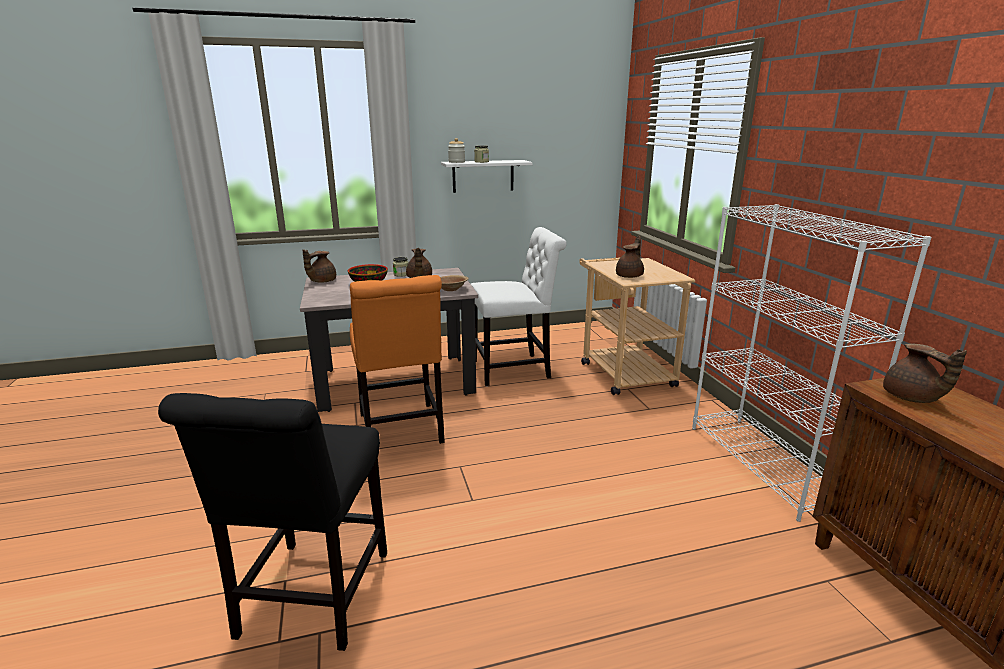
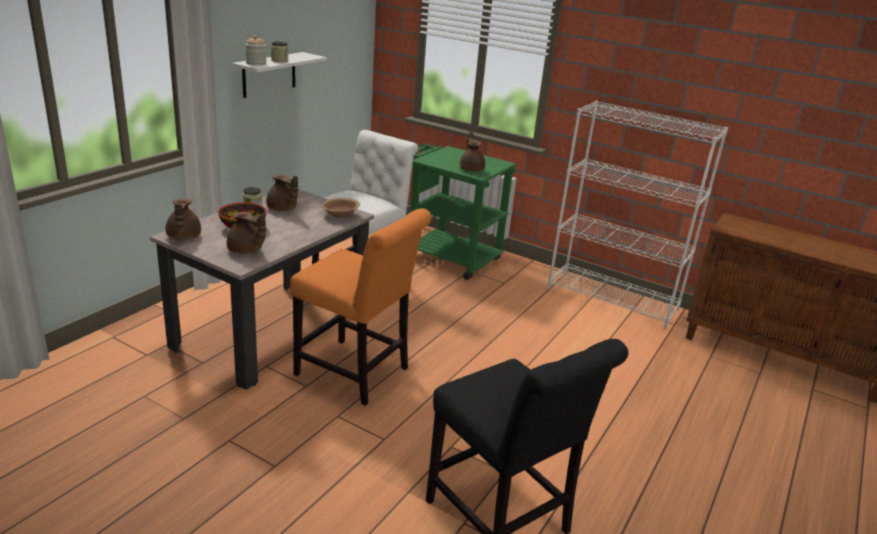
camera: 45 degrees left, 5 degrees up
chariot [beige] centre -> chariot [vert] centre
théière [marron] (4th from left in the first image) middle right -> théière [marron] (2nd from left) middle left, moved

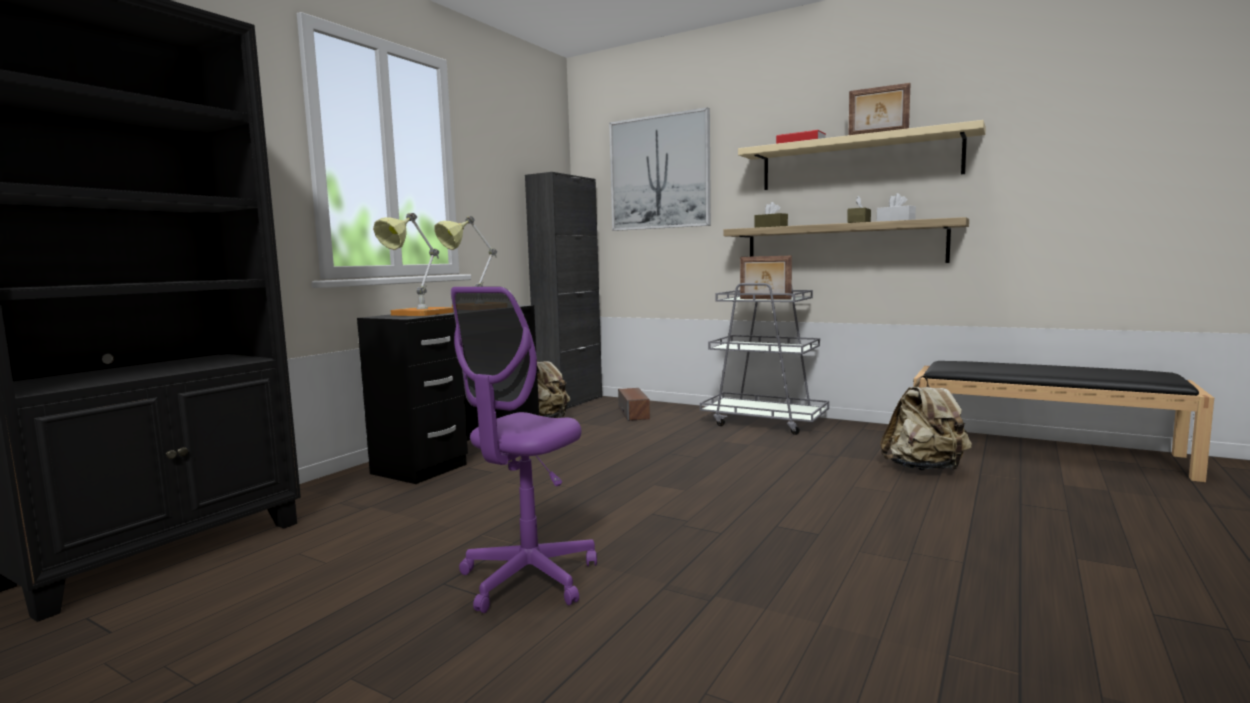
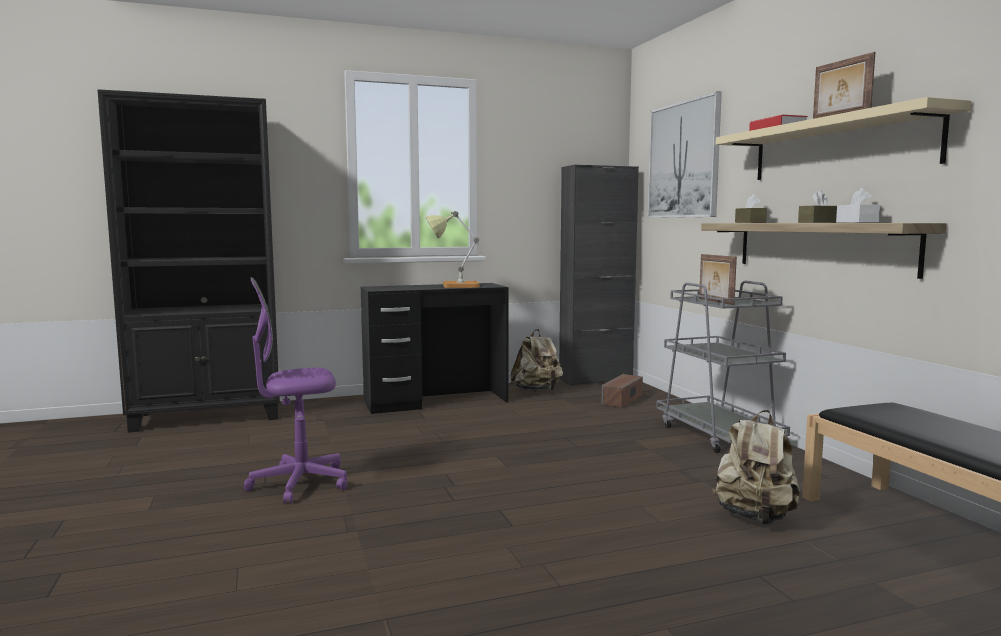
camera: 40 degrees right, 0 degrees up
lampe de table (1st from left) middle left -> none

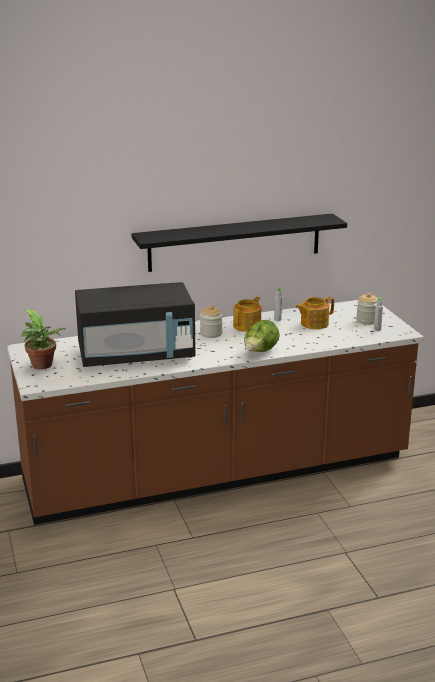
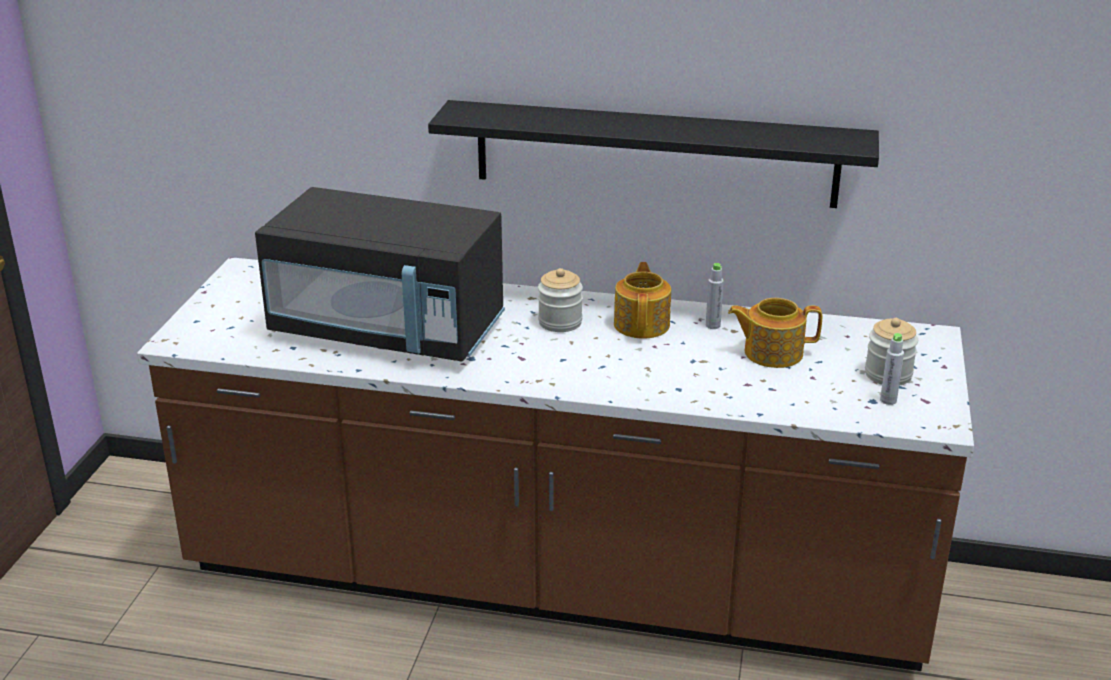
camera: 30 degrees right, 5 degrees up
plante en pot middle left -> none
théière (1st from left) centre, 60 degrees counterclockwise
laitue centre -> none

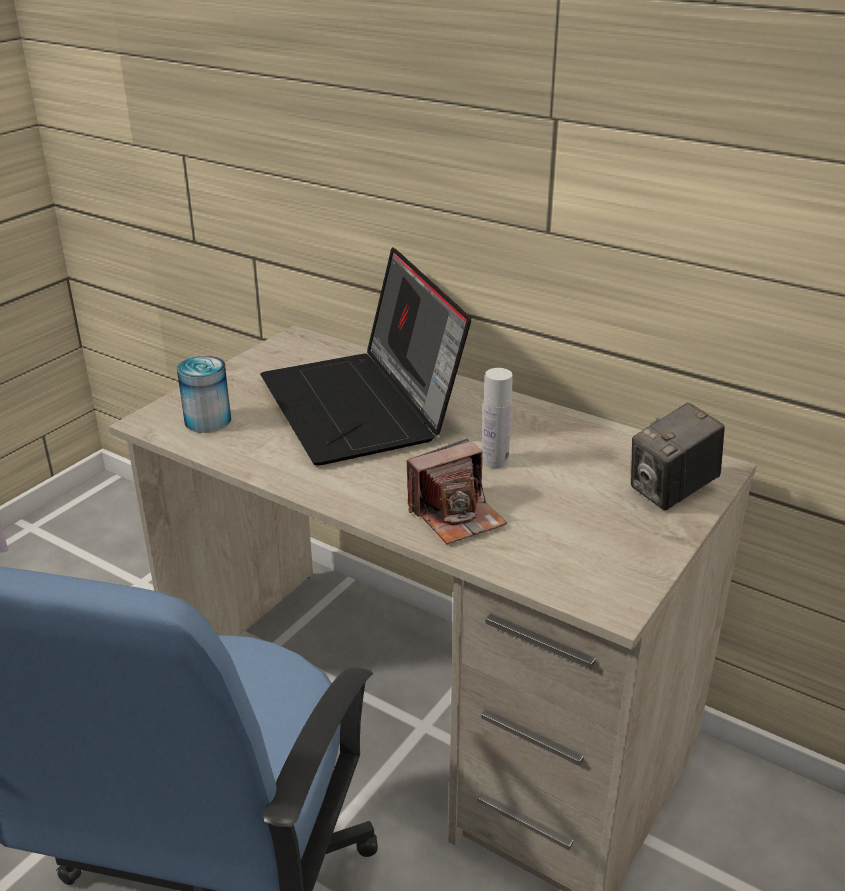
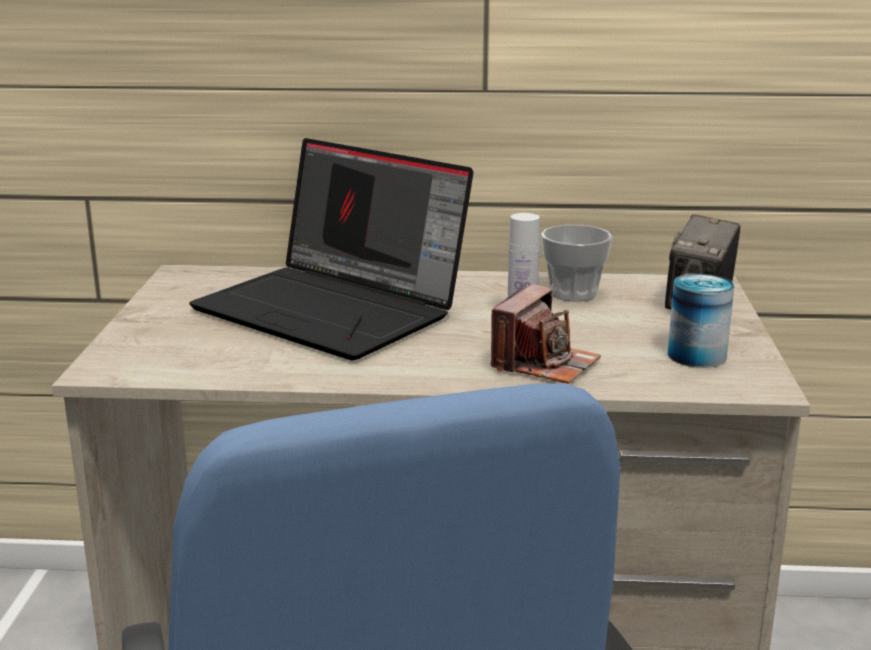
camera: 30 degrees left, 10 degrees down
boîte métallique middle left -> boîte métallique middle right, moved
none -> tasse centre

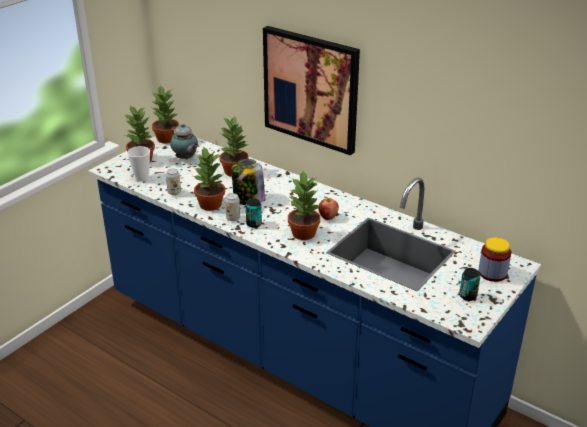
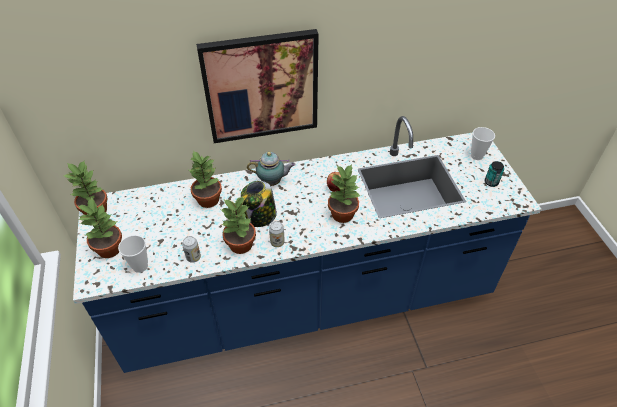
camera: 50 degrees left, 15 degrees up
théière top left -> théière centre, moved
boîte métallique (3rd from left) centre -> none
bocal (2nd from left) middle right -> tasse (2nd from left) middle right

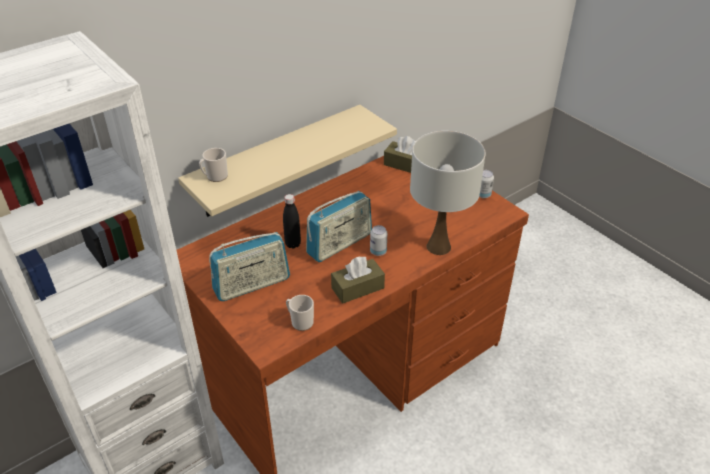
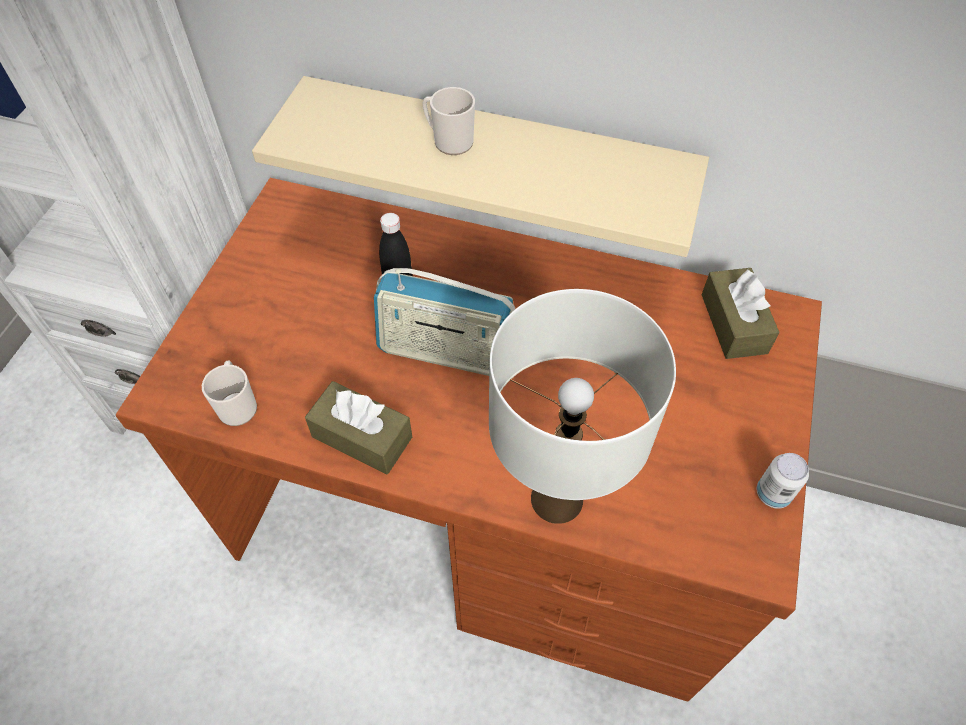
camera: 55 degrees right, 15 degrees up
mug (1st from left in the first image) middle left -> mug (2nd from left) top centre, moved
radio (1st from left) centre -> none
boîte métallique (1st from left) centre -> none

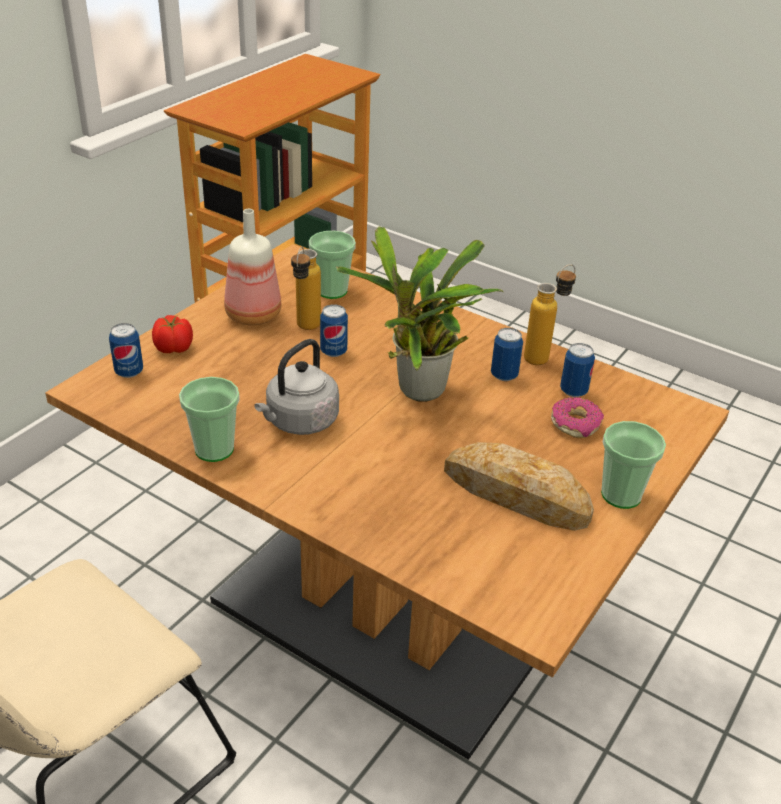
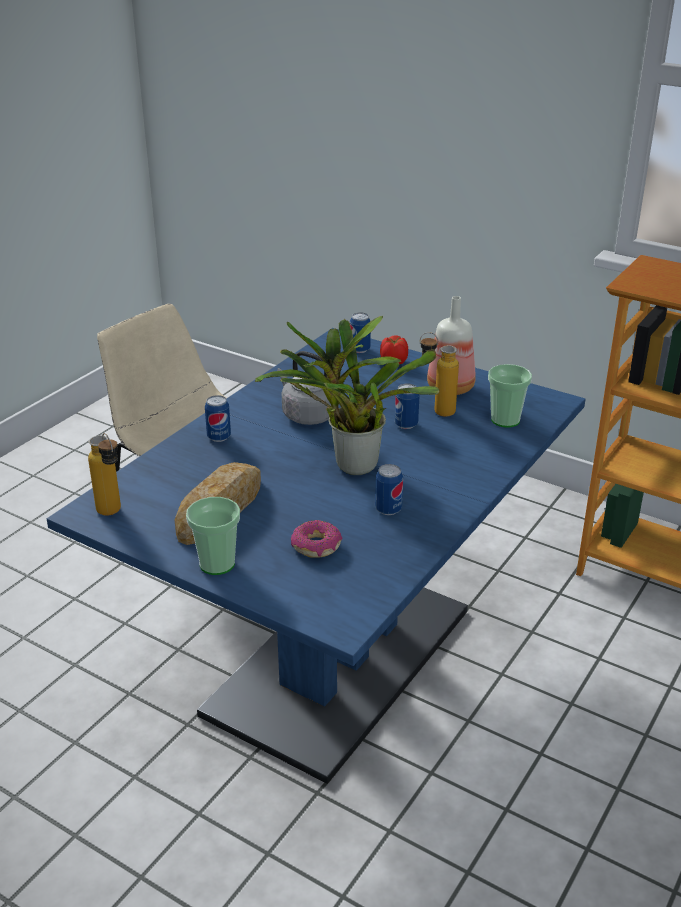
camera: 90 degrees right, 5 degrees down
table à manger [marron] centre -> table à manger [bleu] centre
tasse (1st from left) middle left -> none
bouteille (3rd from left in the first image) middle right -> bouteille (1st from left) middle left, moved
boîte métallique (4th from left in the first image) middle right -> boîte métallique (1st from left) middle left, moved

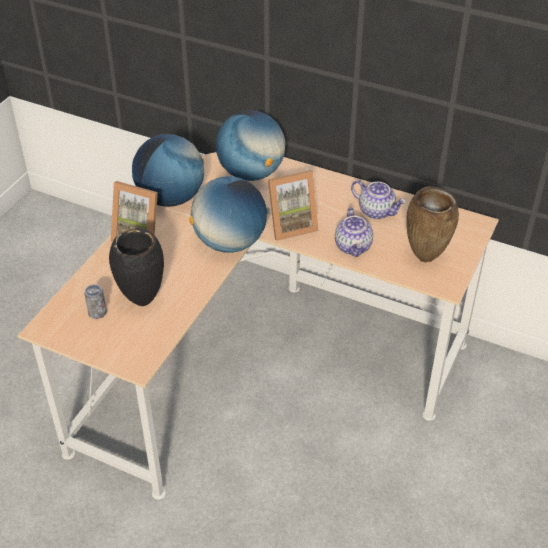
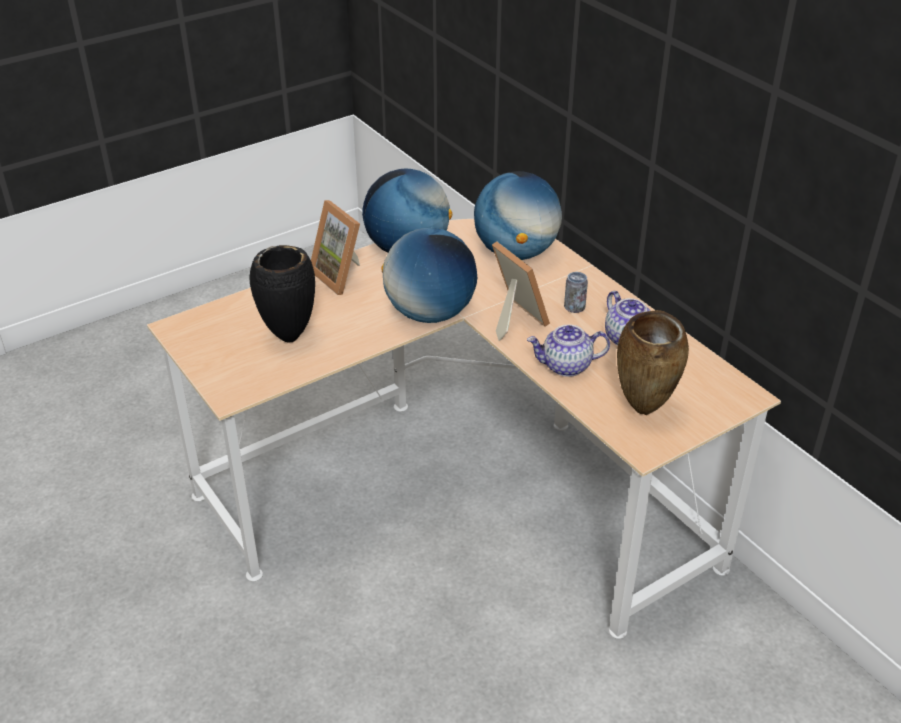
camera: 30 degrees right, 5 degrees down
boîte métallique middle left -> boîte métallique centre, moved
cadre photo (2nd from left) centre, 135 degrees counterclockwise
théière (1st from left) centre, 60 degrees clockwise

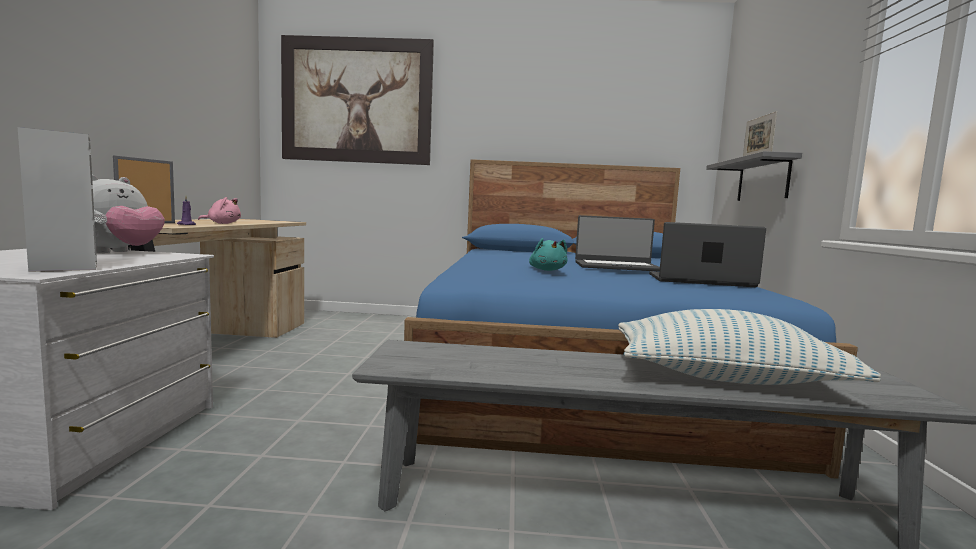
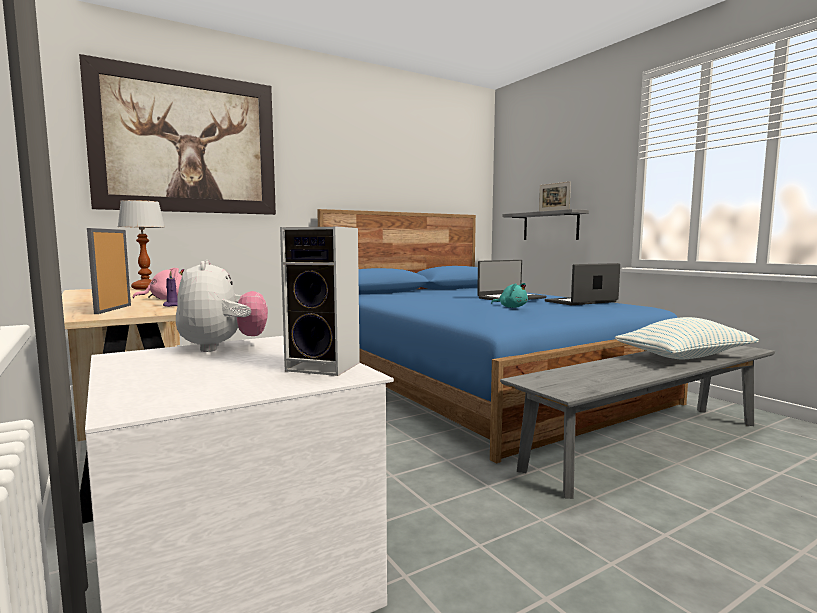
camera: 35 degrees left, 0 degrees up
none -> lampe de table middle left

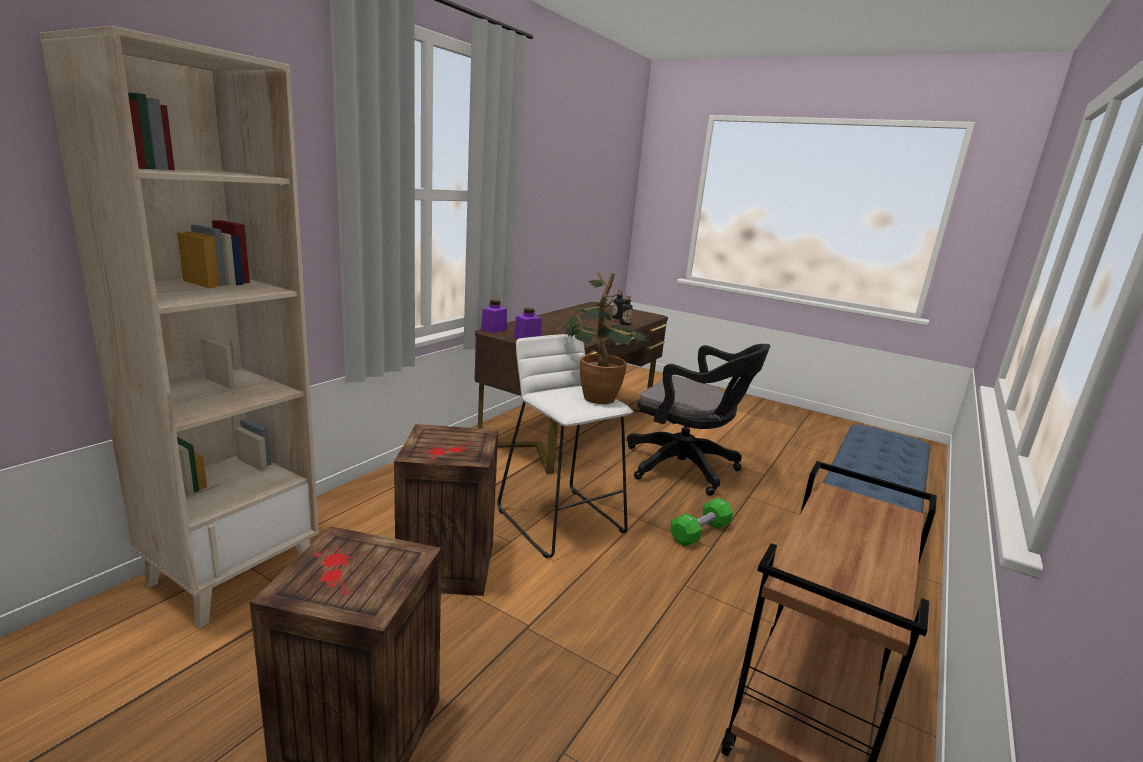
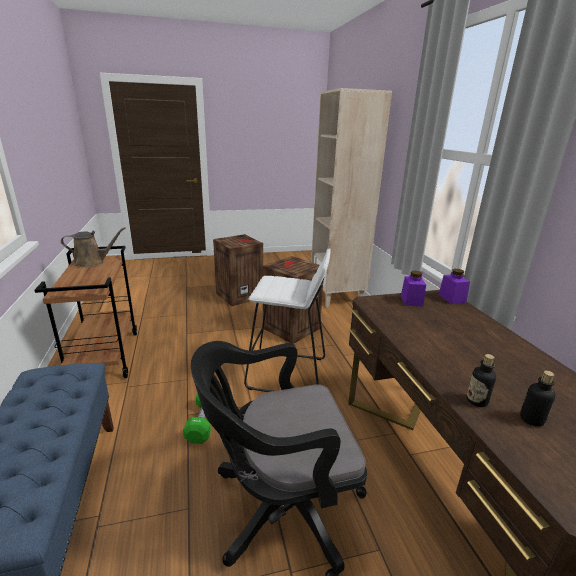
camera: 135 degrees right, 5 degrees up
plante en pot centre -> none
none -> arrosoir [marron] middle left

